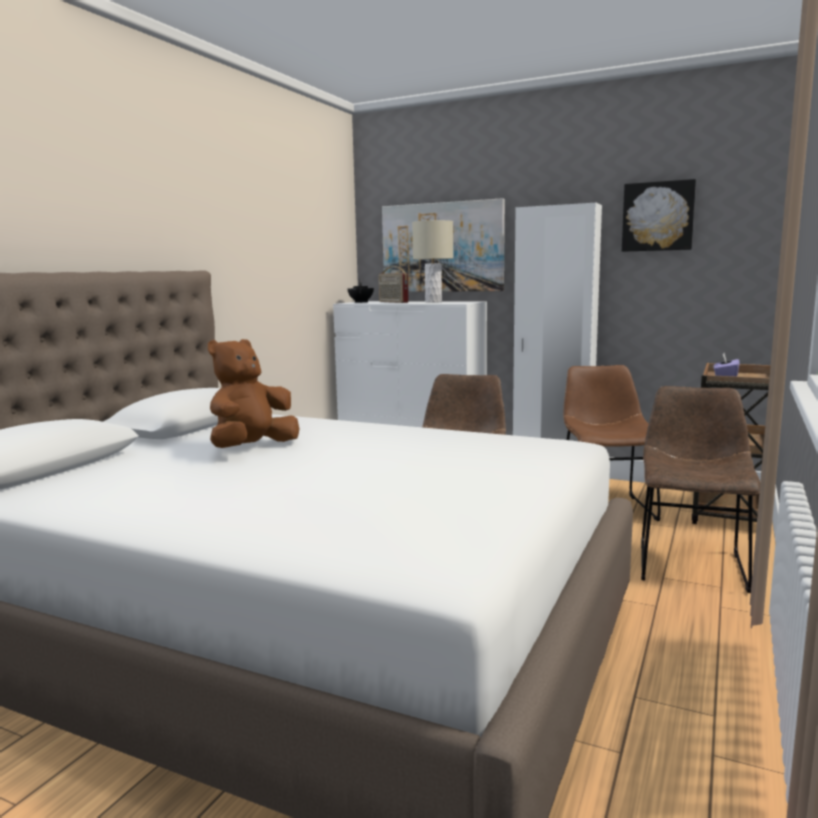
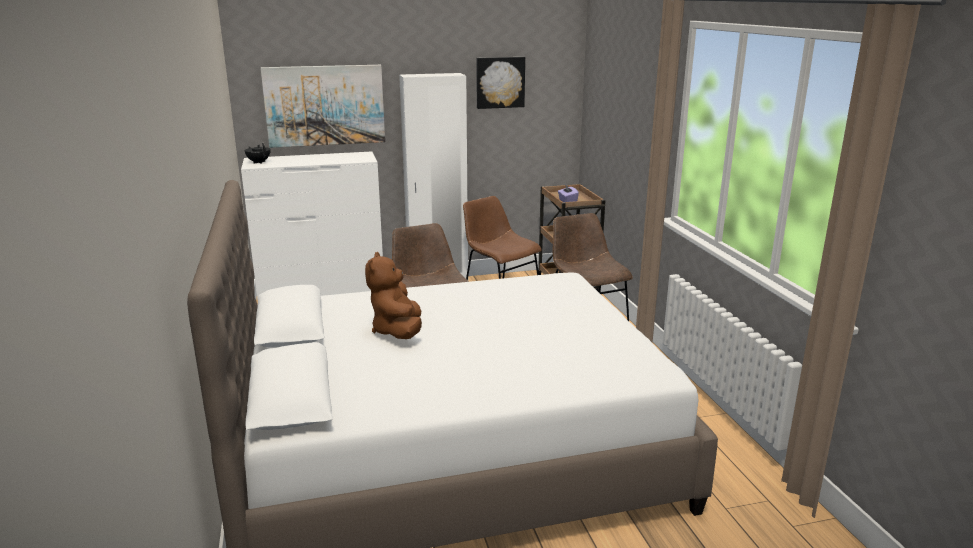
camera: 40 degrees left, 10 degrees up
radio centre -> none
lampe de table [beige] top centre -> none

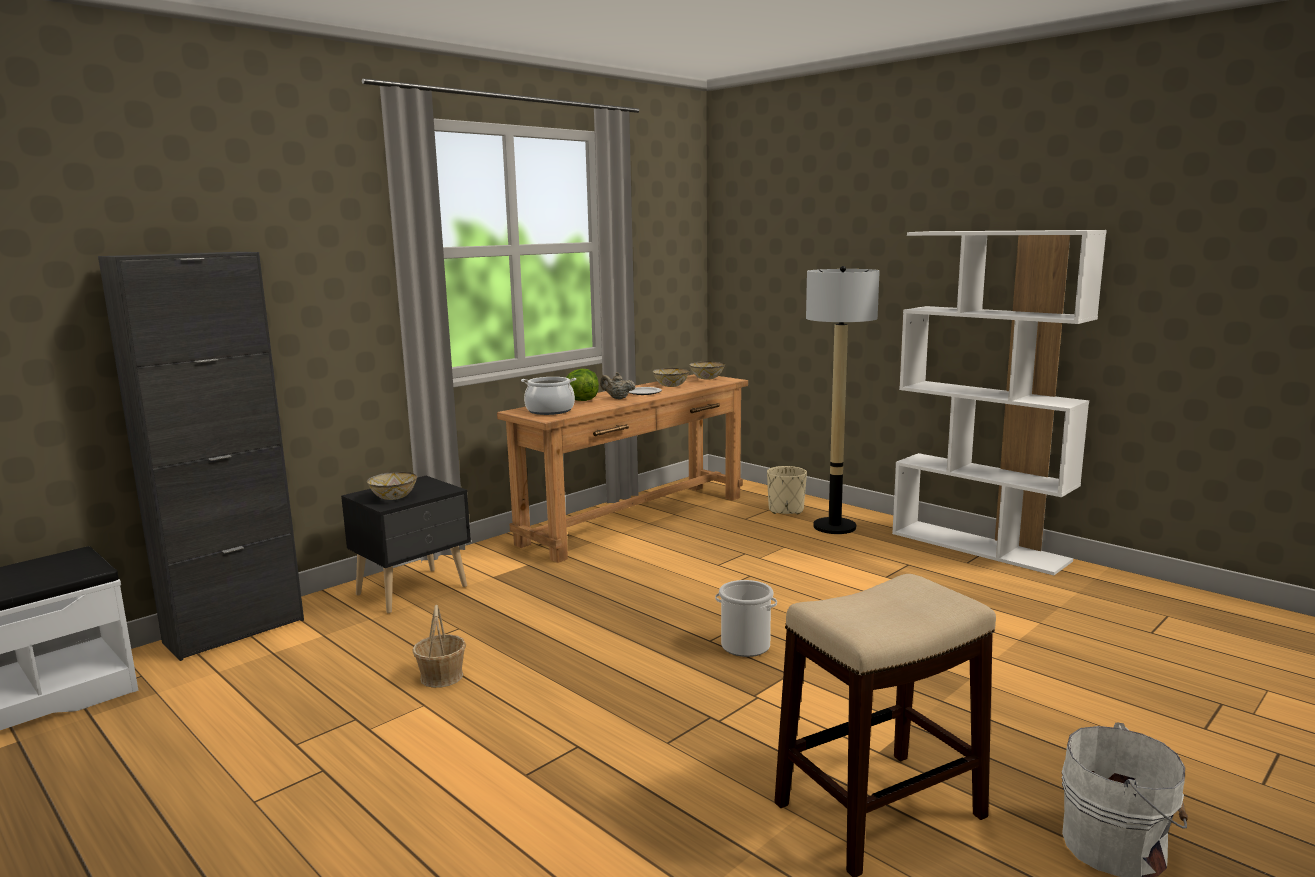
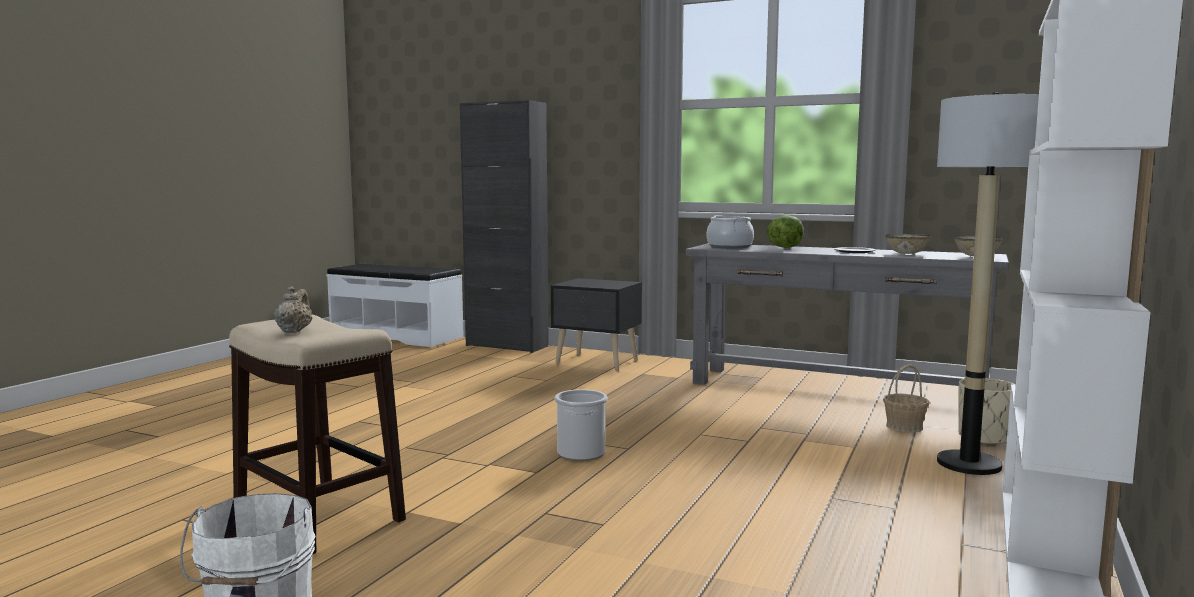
camera: 70 degrees right, 5 degrees down
bol (1st from left) middle left -> none
panier bottom centre -> panier bottom right, moved
table console [marron] centre -> table console [gris] middle right
théière [beige] centre -> théière [beige] middle left, moved

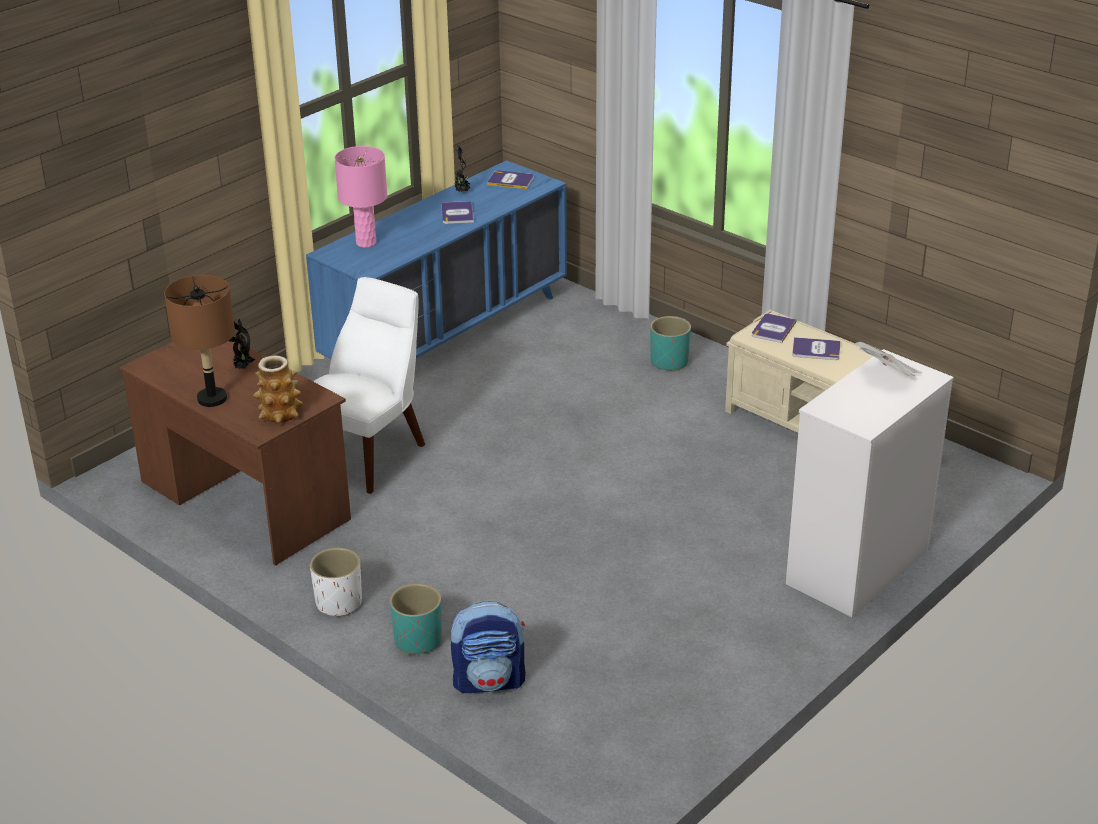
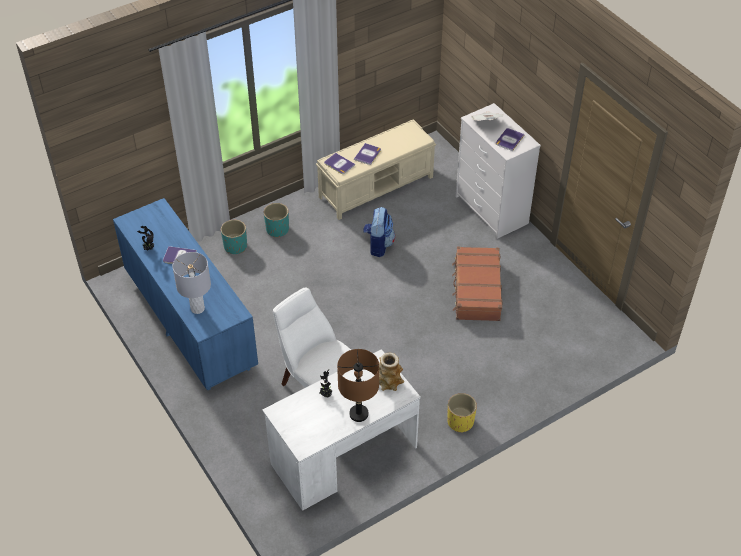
camera: 75 degrees left, 15 degrees up
bureau [marron] middle left -> bureau [blanc] bottom centre
cache-pot [blanc] bottom left -> cache-pot [jaune] bottom centre
lampe de table [rose] top left -> lampe de table [gris] middle left
cache-pot [turquoise] (1st from left) bottom centre -> cache-pot [turquoise] (1st from left) middle left, moved
sac à dos bottom centre -> sac à dos centre, moved
livre (2nd from left in the first image) top centre -> livre (4th from left) top right, moved
none -> valise [marron] centre

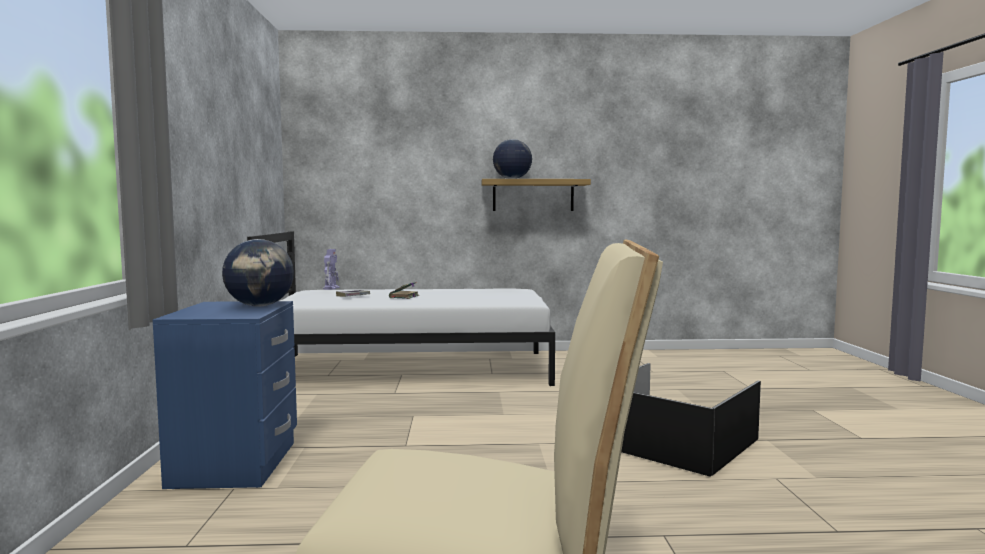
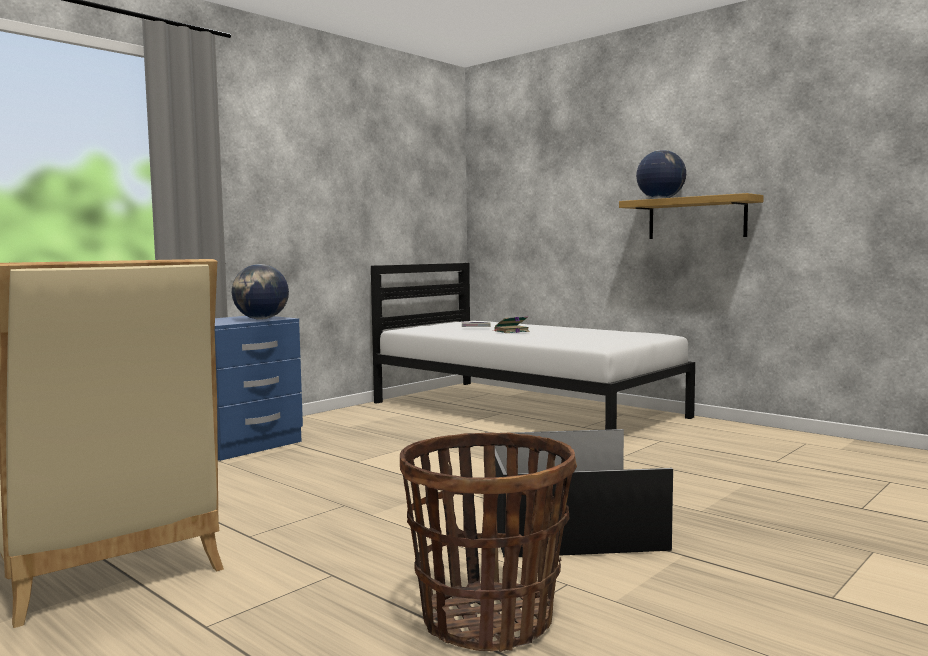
camera: 45 degrees right, 0 degrees up
robot jouet centre -> none
none -> panier bottom centre

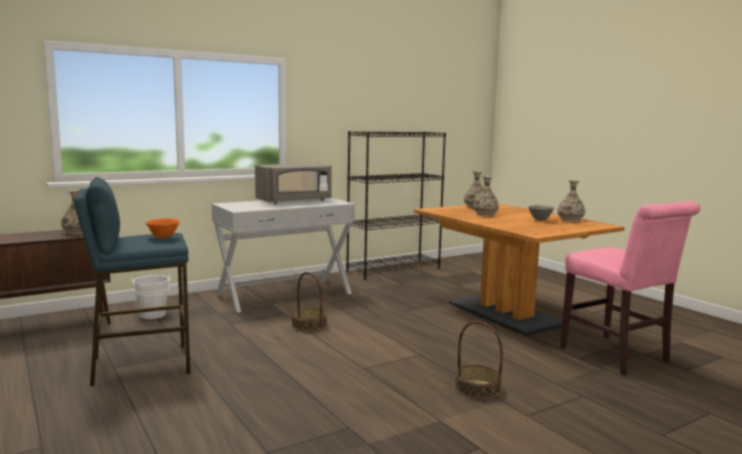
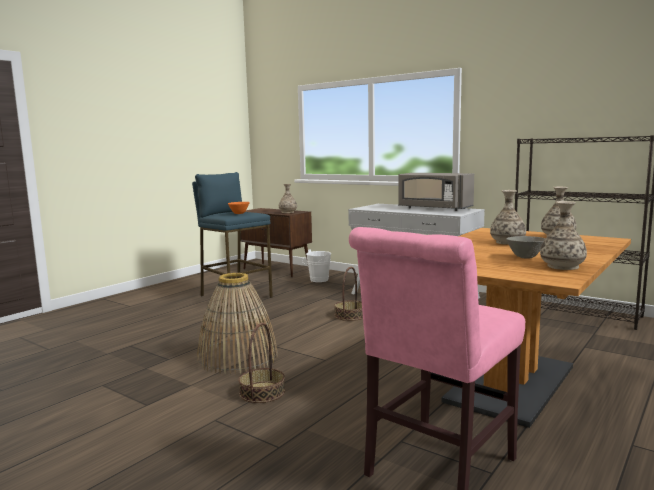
camera: 70 degrees right, 0 degrees up
none -> panier (1st from left) centre

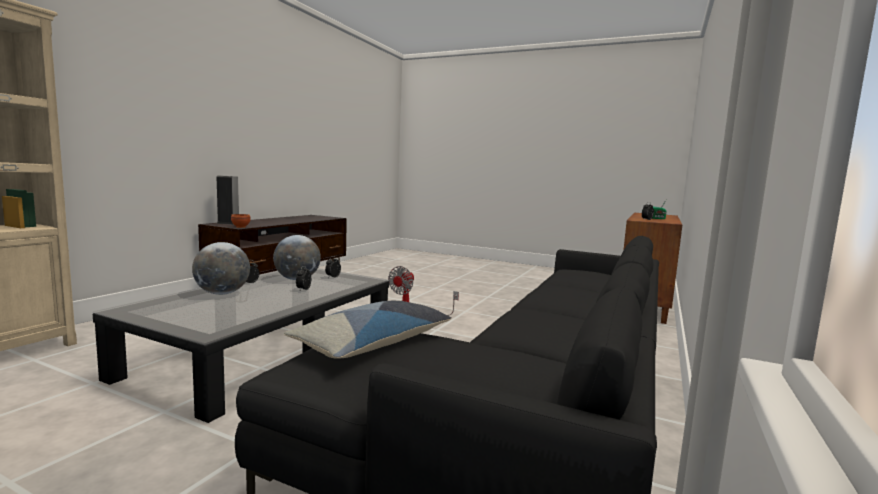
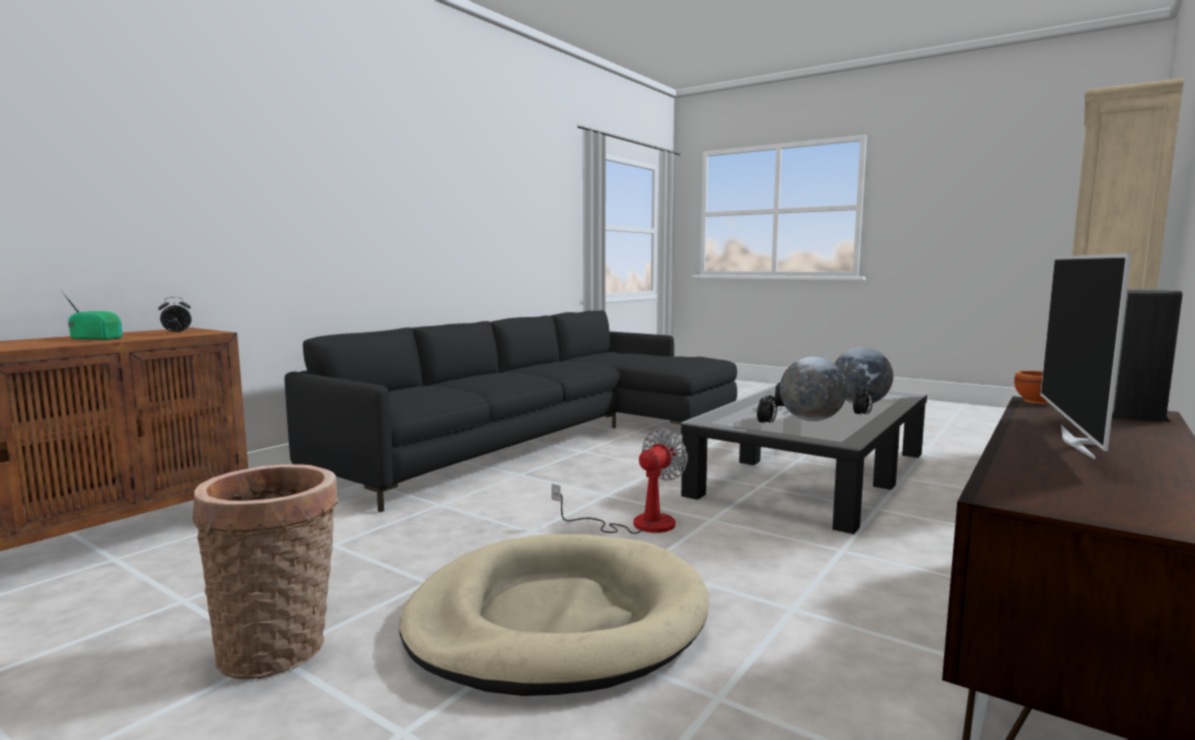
camera: 170 degrees left, 0 degrees up
coussin bottom centre -> none
none -> panier bottom left
none -> panier pour chien [beige] bottom centre
none -> téléviseur middle right

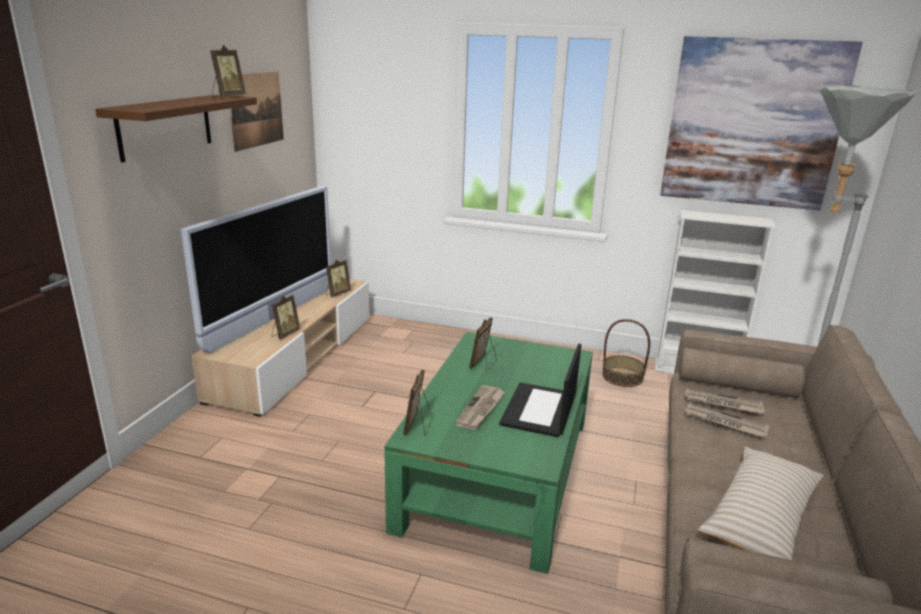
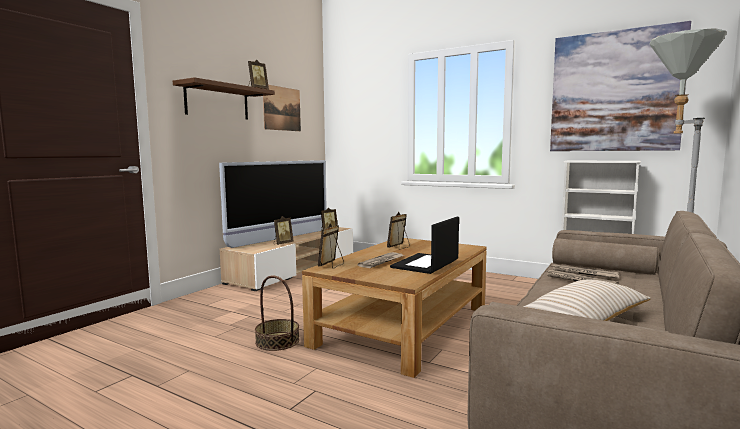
camera: 15 degrees right, 15 degrees down
table basse [vert] bottom centre -> table basse [marron] bottom centre
panier middle right -> panier bottom centre, moved

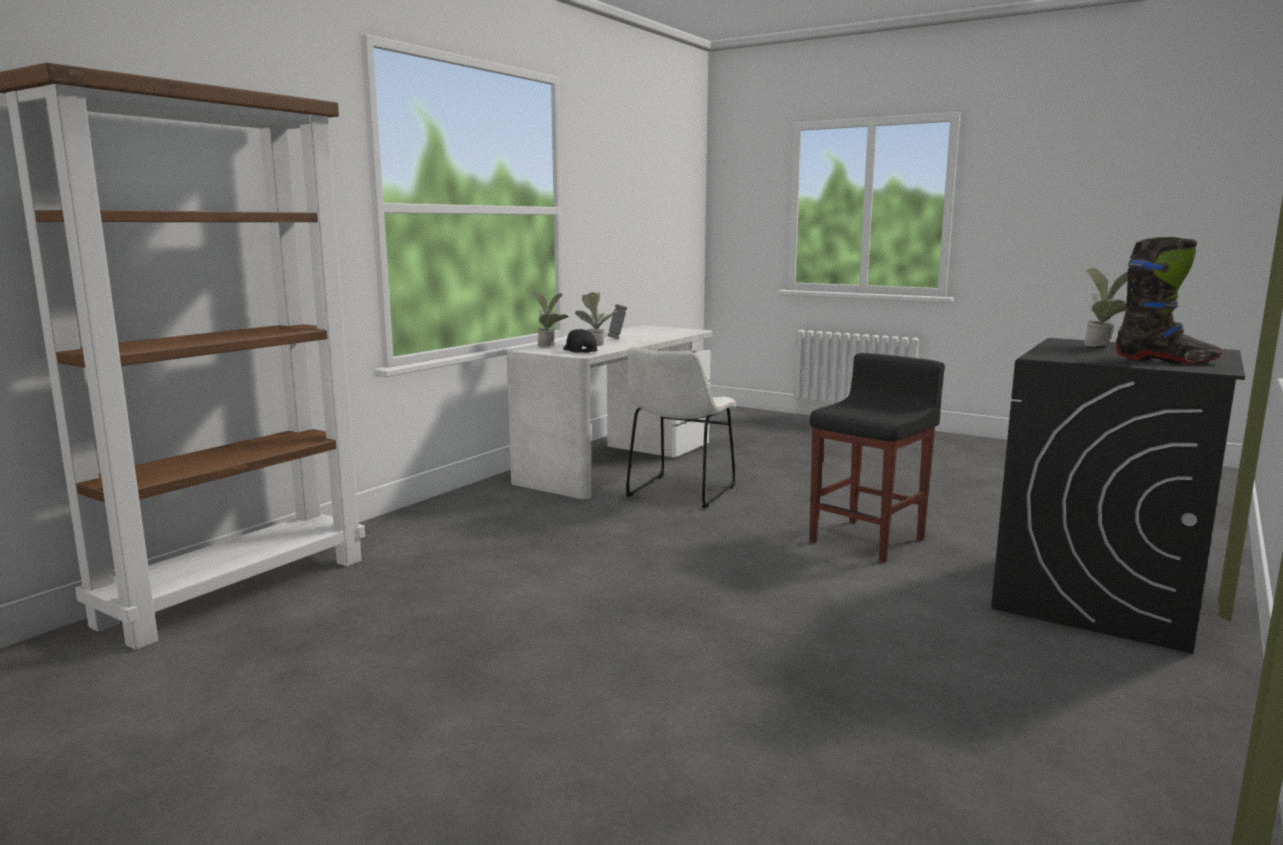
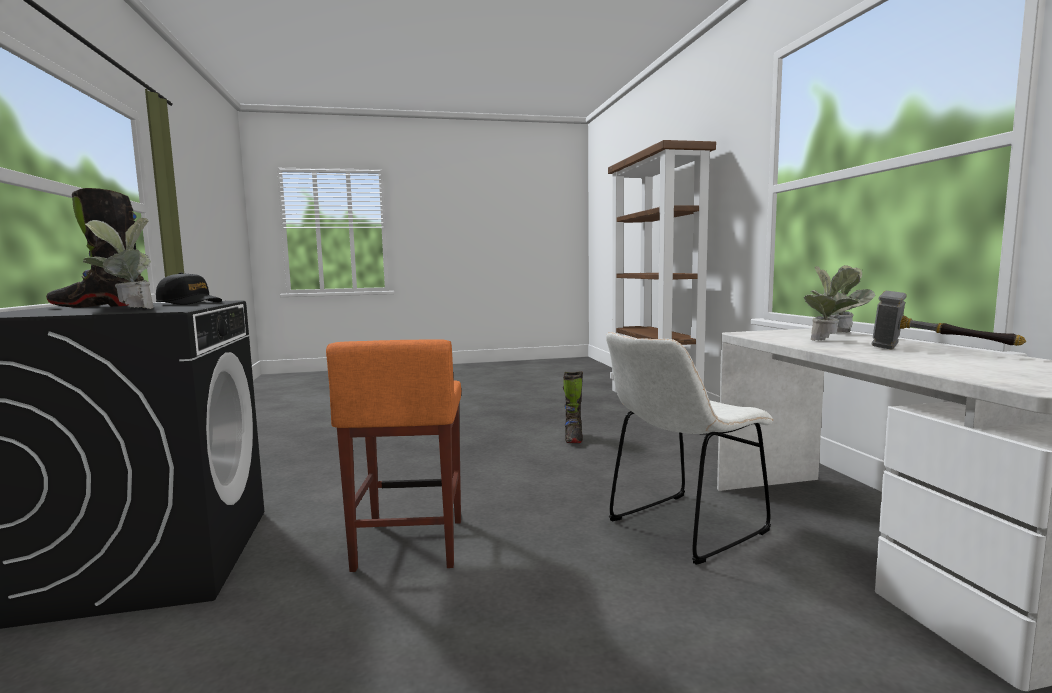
camera: 135 degrees right, 5 degrees down
casquette [noir] centre -> casquette [noir] middle left, moved
chaise [blanc] centre, 105 degrees counterclockwise
tabouret [noir] middle right -> tabouret [orange] centre
none -> botte [noir] (2nd from left) centre

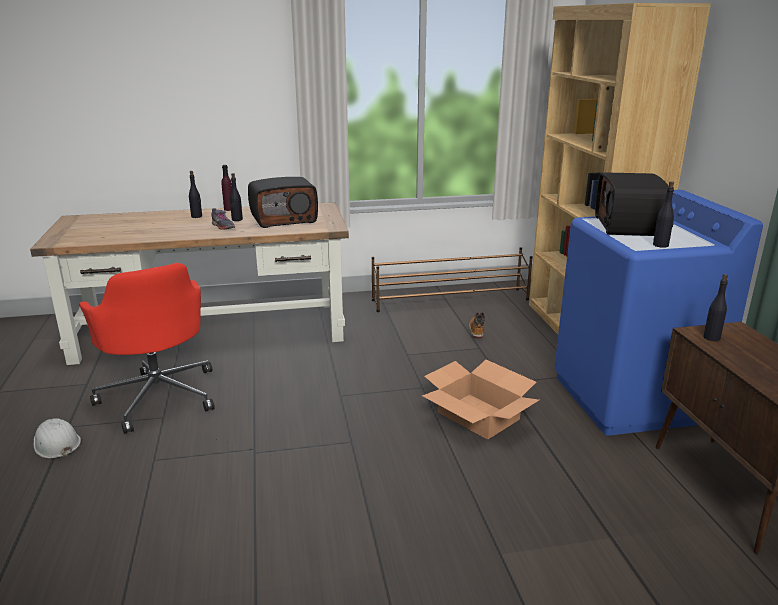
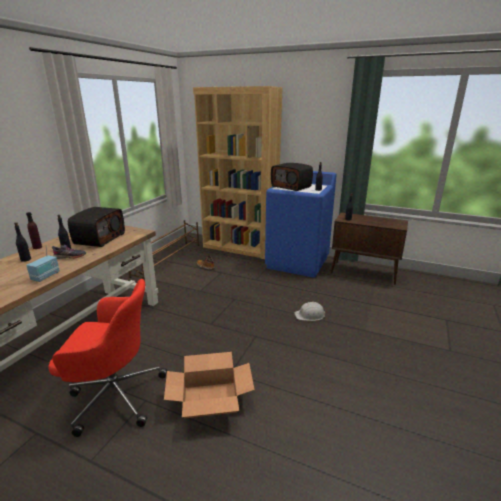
camera: 55 degrees left, 0 degrees up
casque de chantier [blanc] bottom left -> casque de chantier [blanc] centre, moved
carton centre -> carton bottom centre, moved
none -> radio (1st from left) middle left

